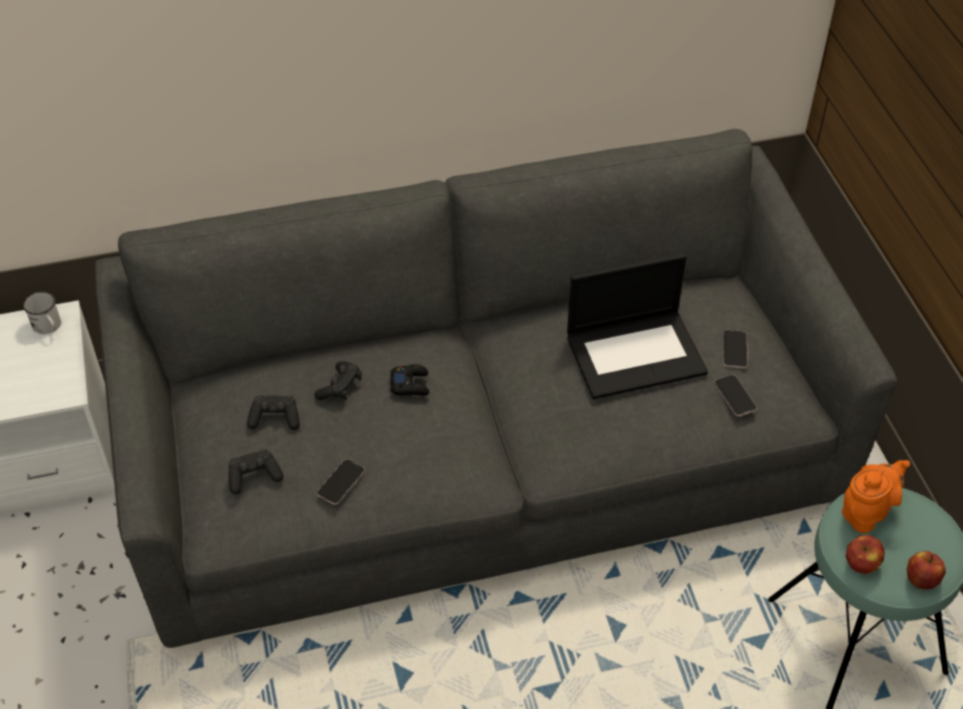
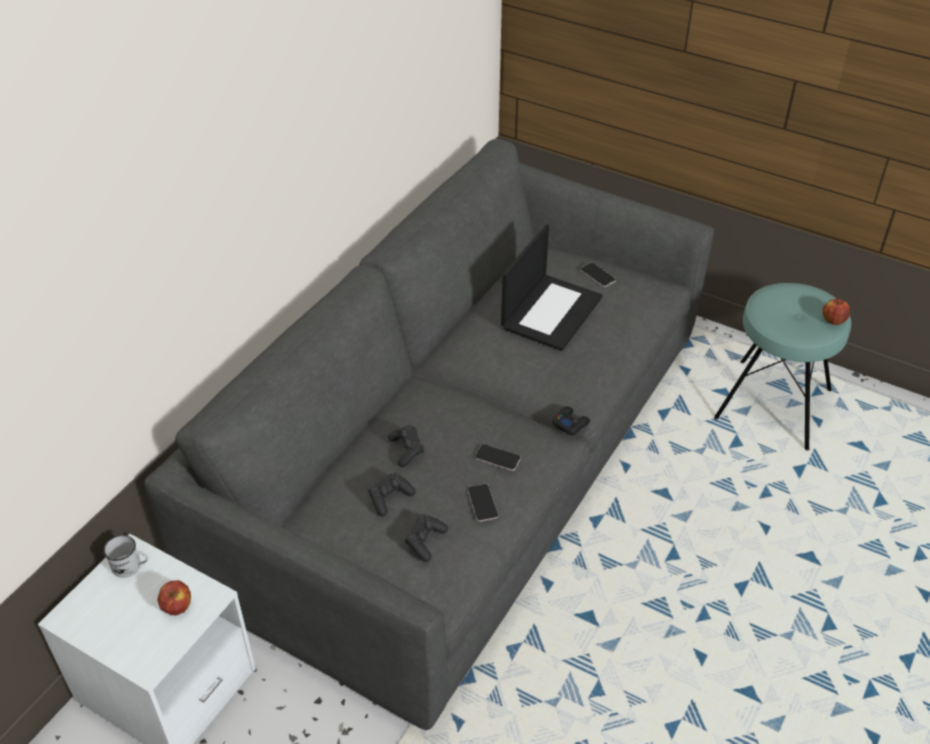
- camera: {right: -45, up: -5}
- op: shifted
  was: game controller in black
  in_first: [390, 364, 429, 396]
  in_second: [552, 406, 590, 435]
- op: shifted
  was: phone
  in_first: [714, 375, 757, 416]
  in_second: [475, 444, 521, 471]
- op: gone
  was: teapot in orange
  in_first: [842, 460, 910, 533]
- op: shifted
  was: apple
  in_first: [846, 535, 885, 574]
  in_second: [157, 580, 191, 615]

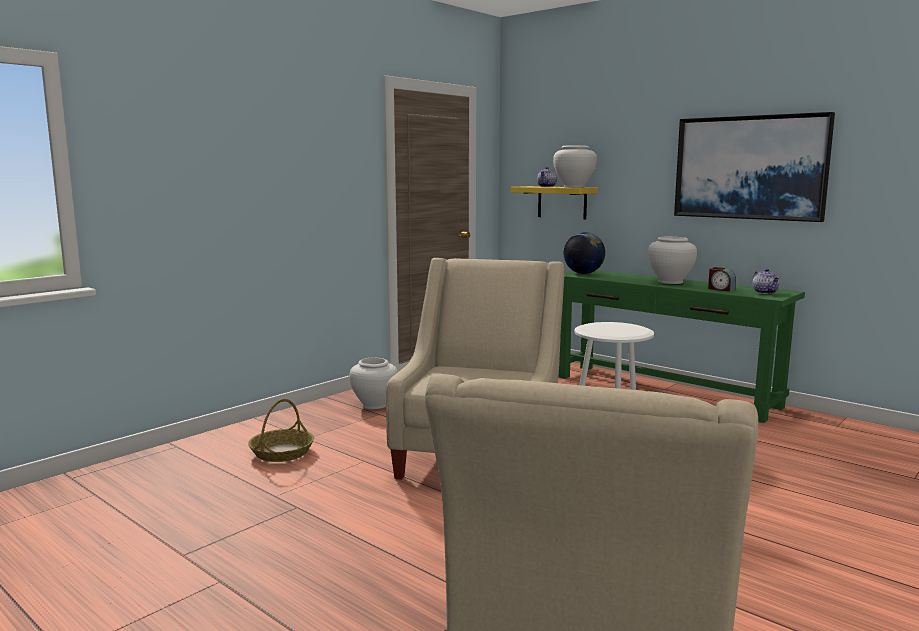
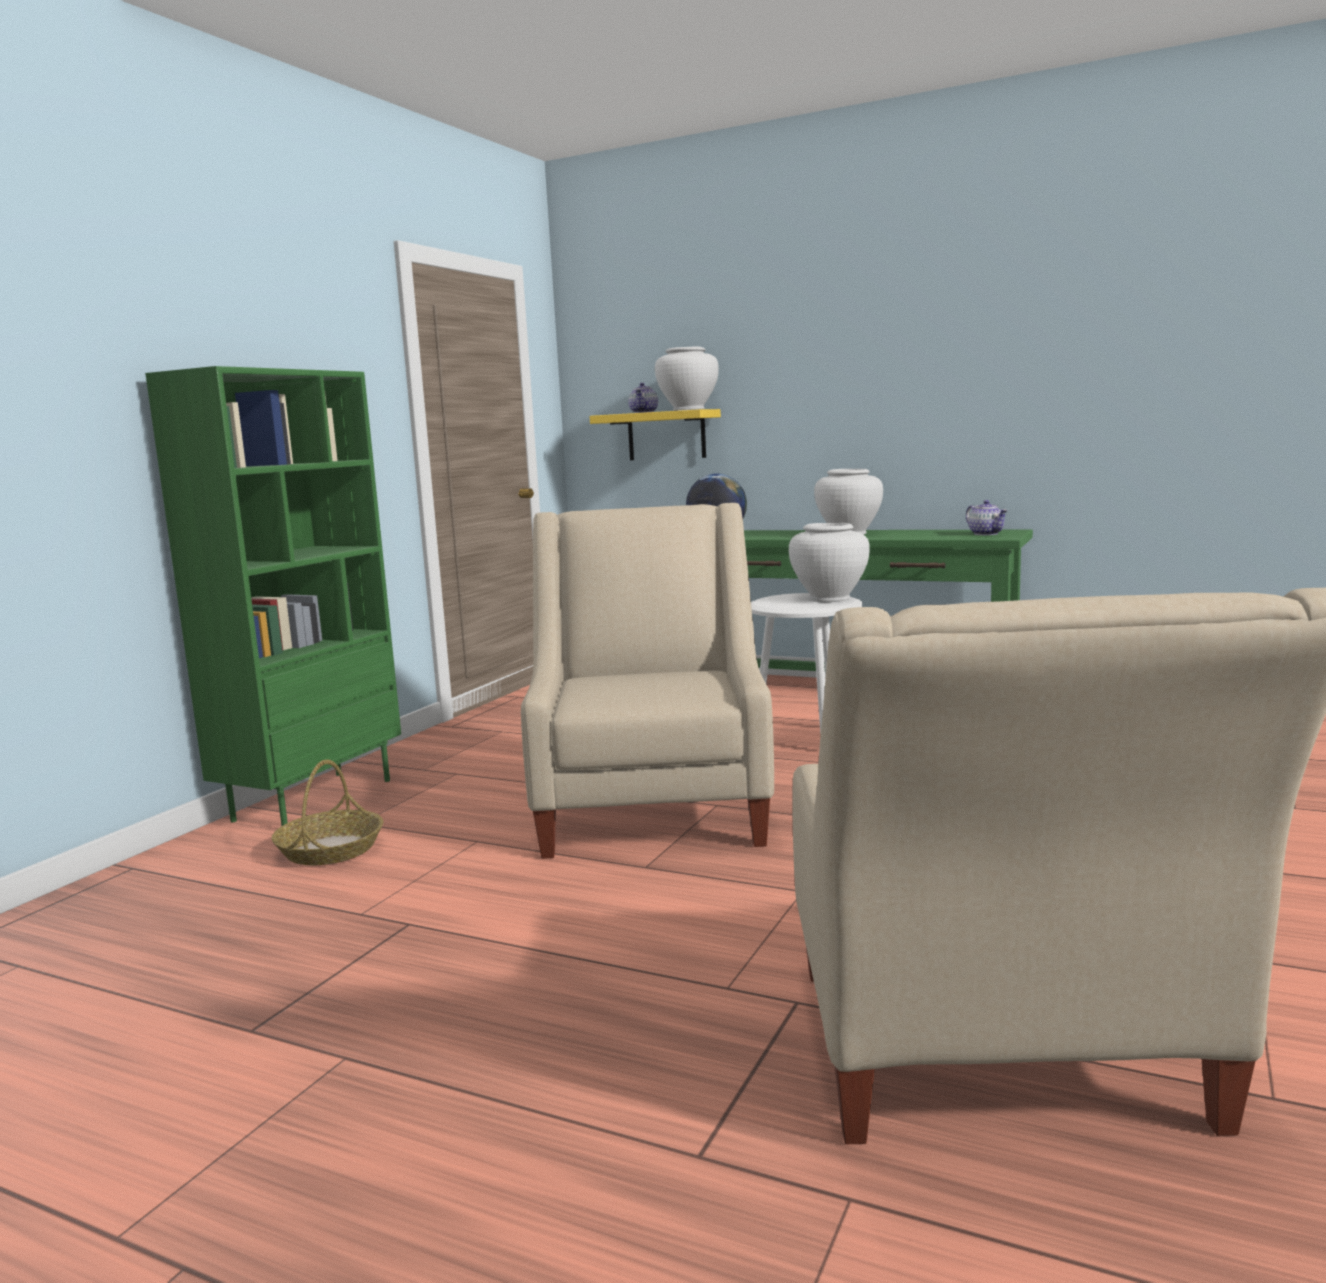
- camera: {right: -15, up: 0}
- op: shifted
  was: vase in white
  in_first: [349, 357, 398, 409]
  in_second: [789, 523, 870, 602]
- op: gone
  was: picture
  in_first: [674, 112, 835, 222]
- op: gone
  was: alarm clock
  in_first: [708, 267, 736, 292]
- op: new
  now: bookcase in green
  in_second: [145, 366, 401, 826]

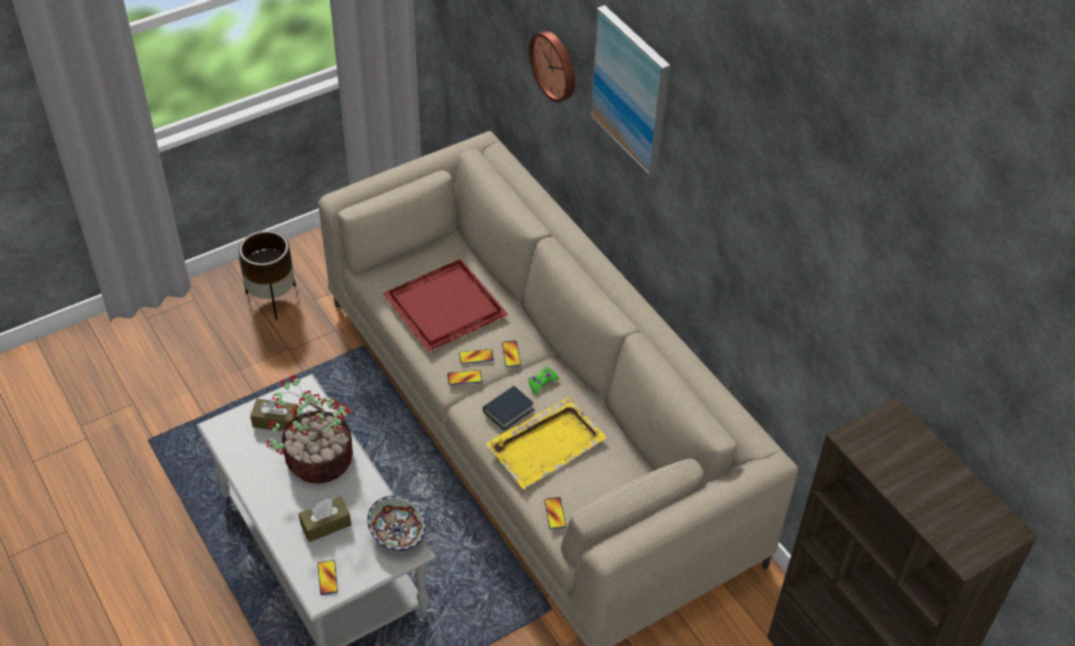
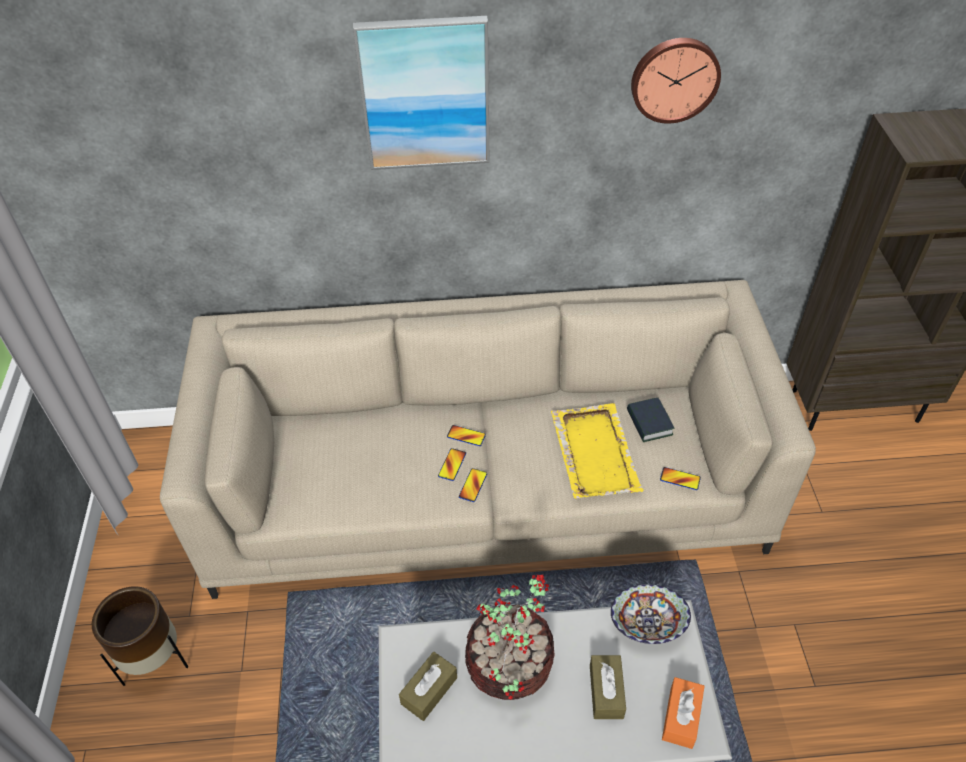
- camera: {right: -60, up: 0}
- op: swapped
  was: phone
  now: tissue box in orange
  in_first: [318, 560, 338, 595]
  in_second: [662, 677, 705, 749]
- op: gone
  was: tray in red
  in_first: [383, 259, 508, 352]
- op: shifted
  was: book
  in_first: [483, 386, 534, 430]
  in_second: [627, 398, 675, 442]
- op: gone
  was: game controller in green
  in_first: [528, 367, 559, 395]
- op: shifted
  was: wall clock
  in_first: [529, 31, 575, 103]
  in_second: [631, 38, 721, 124]

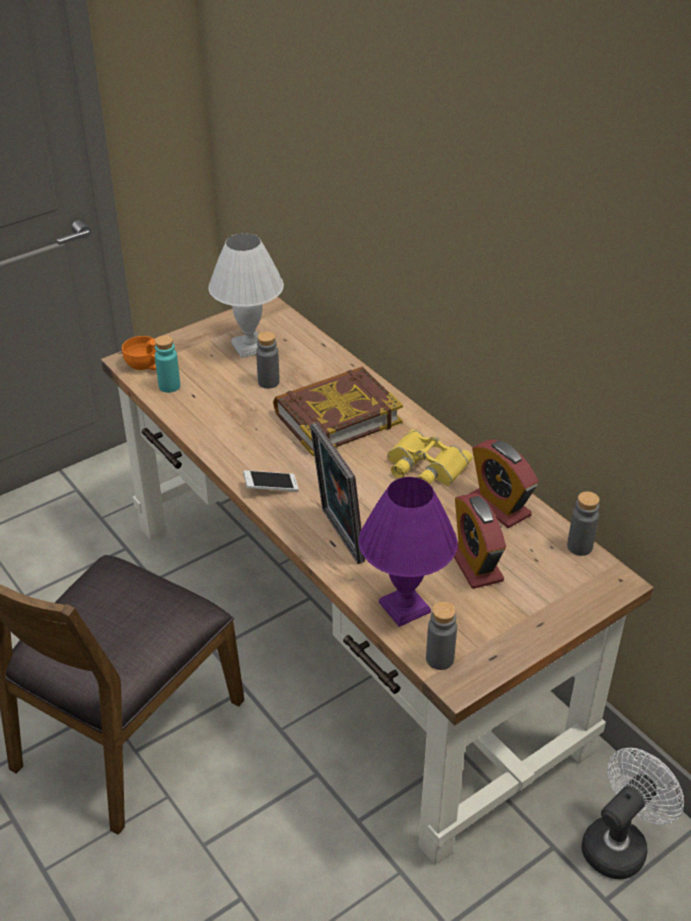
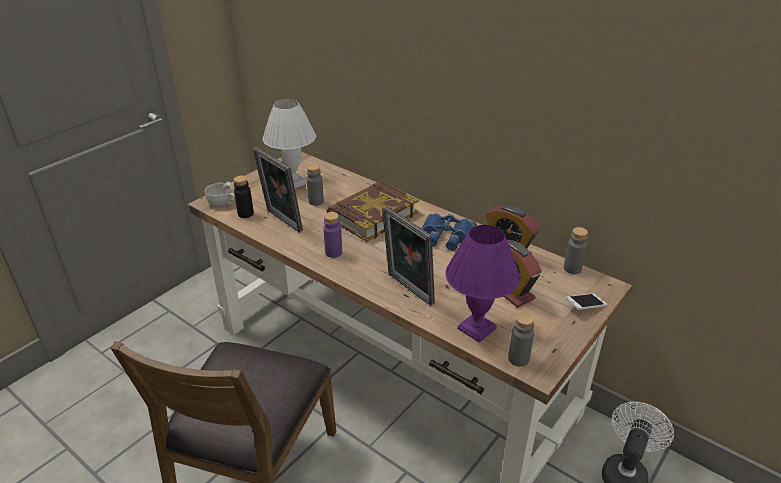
- camera: {right: -15, up: -5}
- op: repainted
  was: cup in orange
  now: cup in white
  in_first: [122, 336, 156, 370]
  in_second: [205, 182, 236, 207]
- op: repainted
  was: bottle in turquoise
  now: bottle in black
  in_first: [155, 335, 180, 393]
  in_second: [234, 176, 254, 218]
- op: shifted
  was: phone
  in_first: [243, 470, 299, 491]
  in_second: [565, 294, 607, 310]
- op: repainted
  was: binoculars in yellow
  now: binoculars in blue
  in_first: [387, 429, 473, 486]
  in_second: [422, 213, 477, 250]
- op: new
  now: picture frame
  in_second: [253, 147, 303, 233]
- op: new
  now: bottle in purple
  in_second: [323, 212, 342, 258]

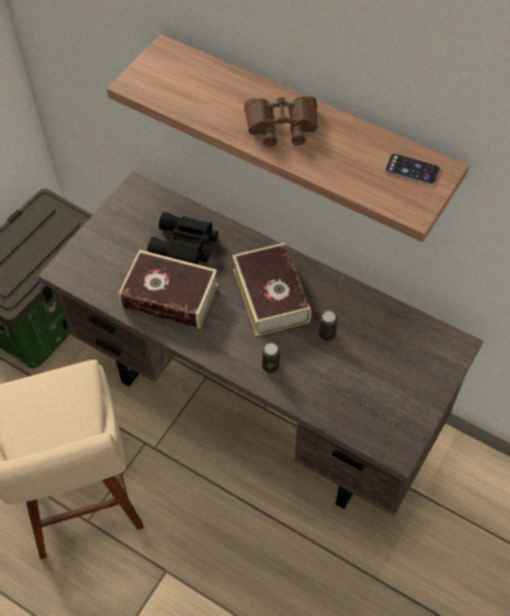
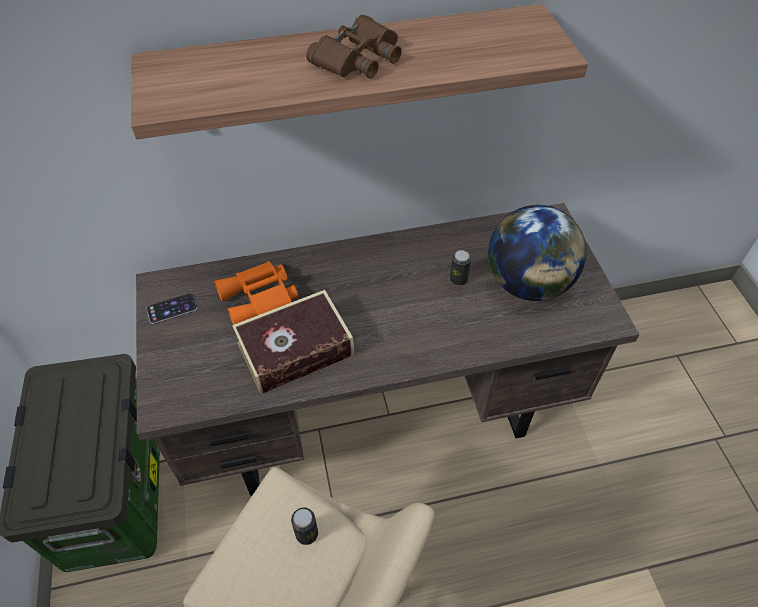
- camera: {right: -45, up: -5}
- op: repainted
  was: binoculars in black
  now: binoculars in orange
  in_first: [147, 212, 218, 265]
  in_second: [214, 261, 299, 325]
- op: gone
  was: book
  in_first: [232, 242, 312, 336]
- op: shifted
  was: can
  in_first: [262, 343, 280, 373]
  in_second: [291, 508, 318, 545]
- op: shifted
  was: phone
  in_first: [385, 154, 440, 185]
  in_second: [146, 293, 197, 324]
- op: new
  now: globe
  in_second: [488, 205, 586, 301]

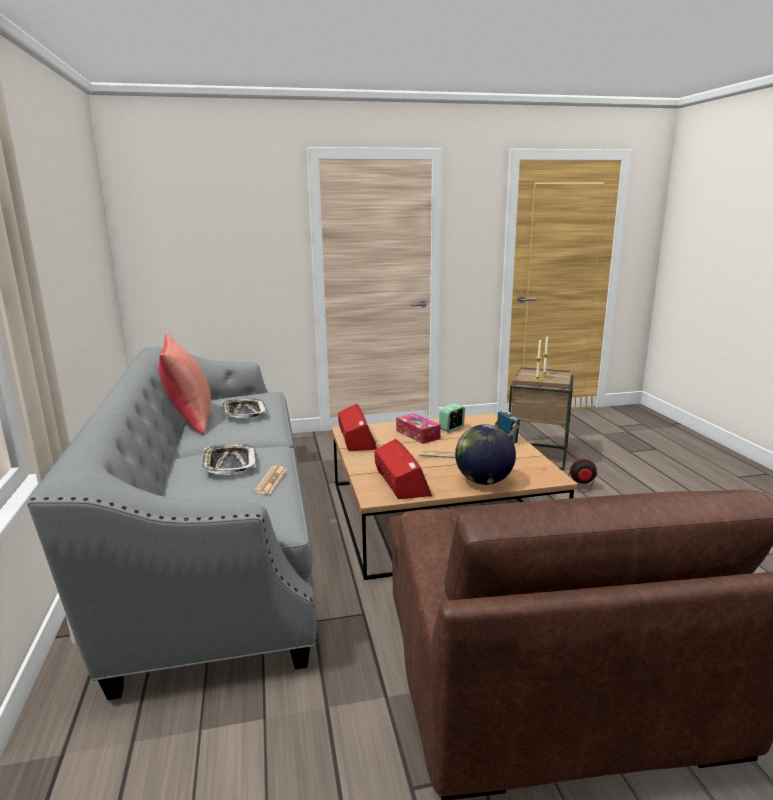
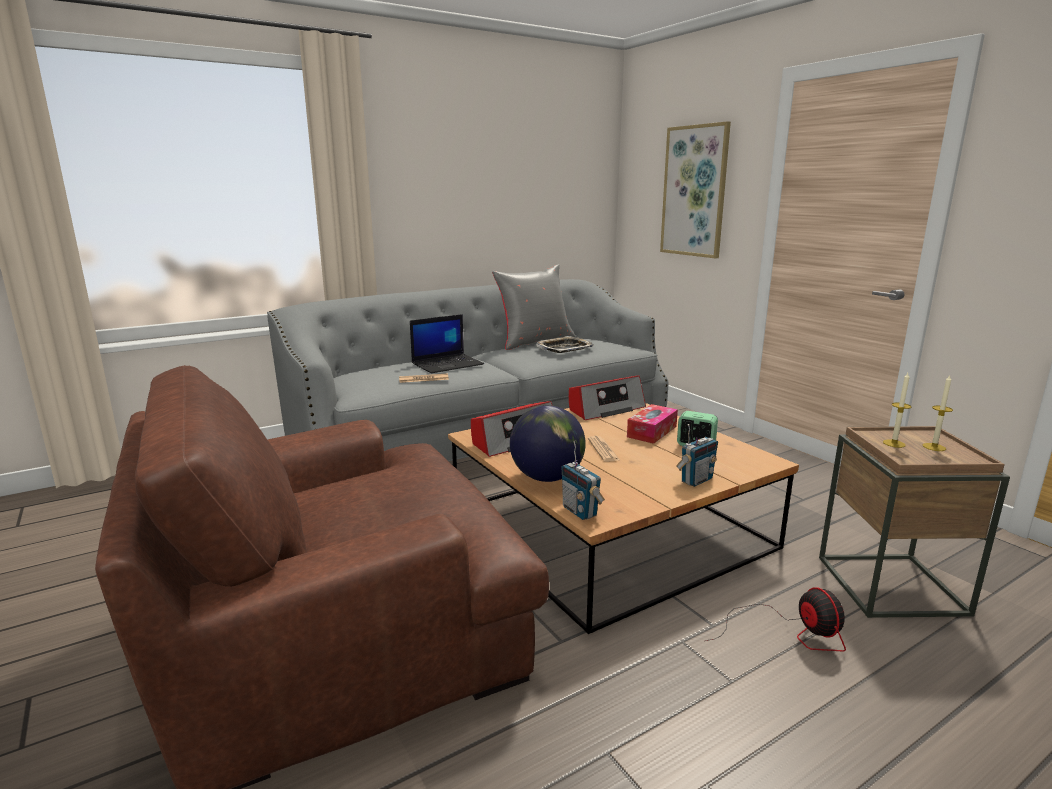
- camera: {right: 70, up: 0}
- op: repainted
  was: pillow in red
  now: pillow in grey
  in_first: [158, 333, 211, 435]
  in_second: [492, 264, 576, 350]
- op: swapped
  was: tray
  now: laptop
  in_first: [202, 444, 257, 475]
  in_second: [410, 314, 484, 373]
- op: new
  now: radio
  in_second: [561, 441, 605, 520]
- op: new
  now: picture
  in_second: [660, 121, 731, 258]

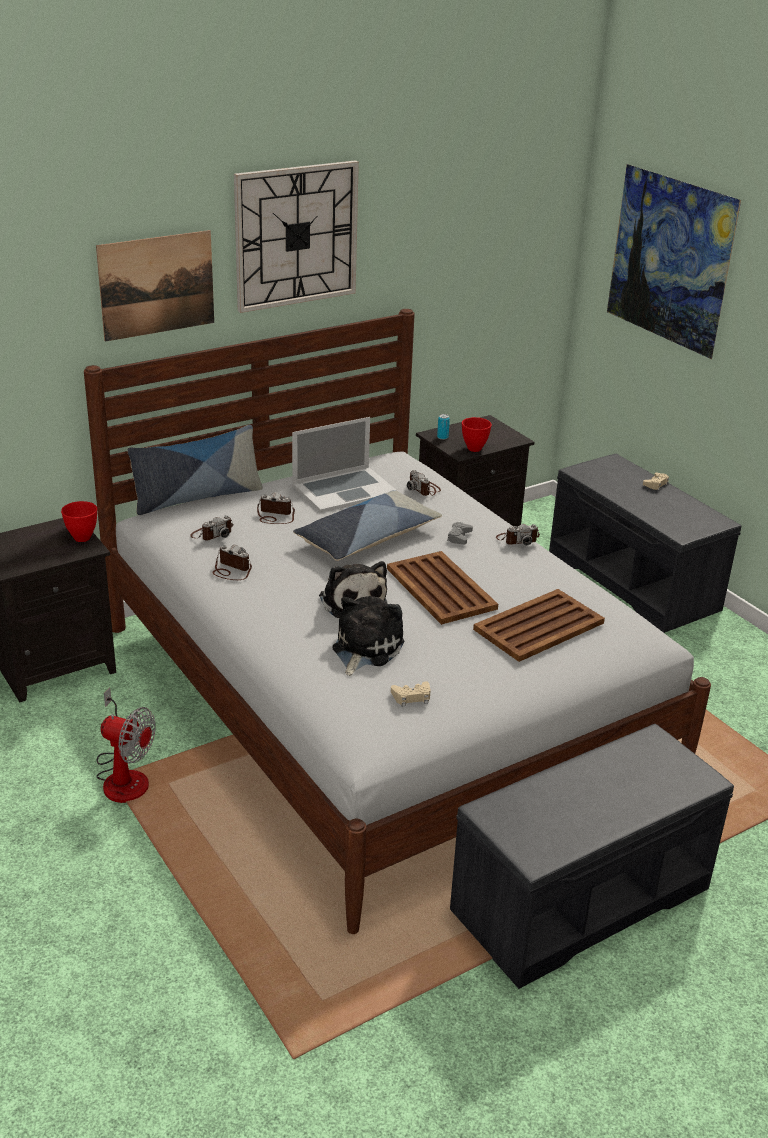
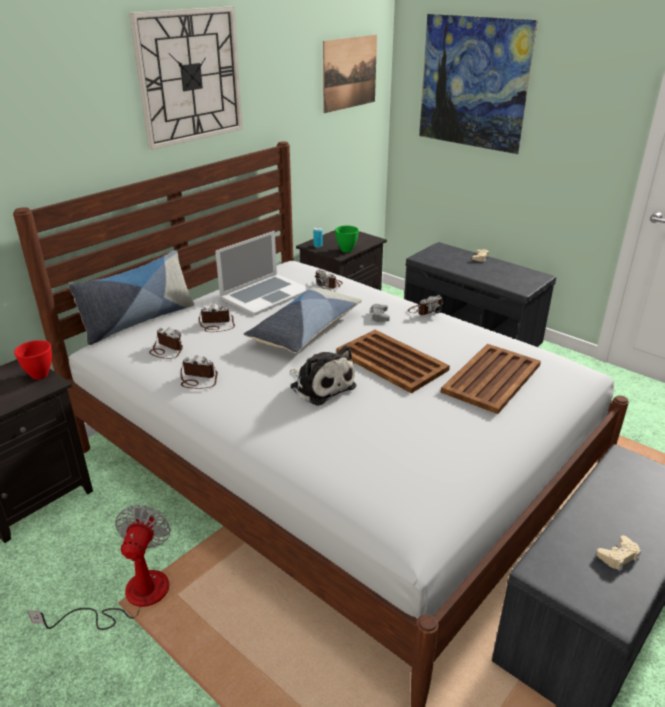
- camera: {right: -15, up: 0}
- op: shifted
  was: picture
  in_first: [96, 230, 214, 342]
  in_second: [323, 35, 377, 113]
- op: rotated
  was: fan
  in_first: [96, 688, 156, 803]
  in_second: [28, 505, 171, 630]
  clockwise: -90
- op: rotated
  was: photo camera
  in_first: [190, 515, 233, 541]
  in_second: [149, 327, 183, 359]
  clockwise: -90
- op: gone
  was: plush toy
  in_first: [332, 596, 404, 676]
- op: shifted
  was: game controller in beige
  in_first: [391, 681, 431, 706]
  in_second: [596, 535, 641, 571]
- op: repainted
  was: bowl in red
  now: bowl in green
  in_first: [462, 417, 492, 452]
  in_second: [335, 226, 359, 253]

